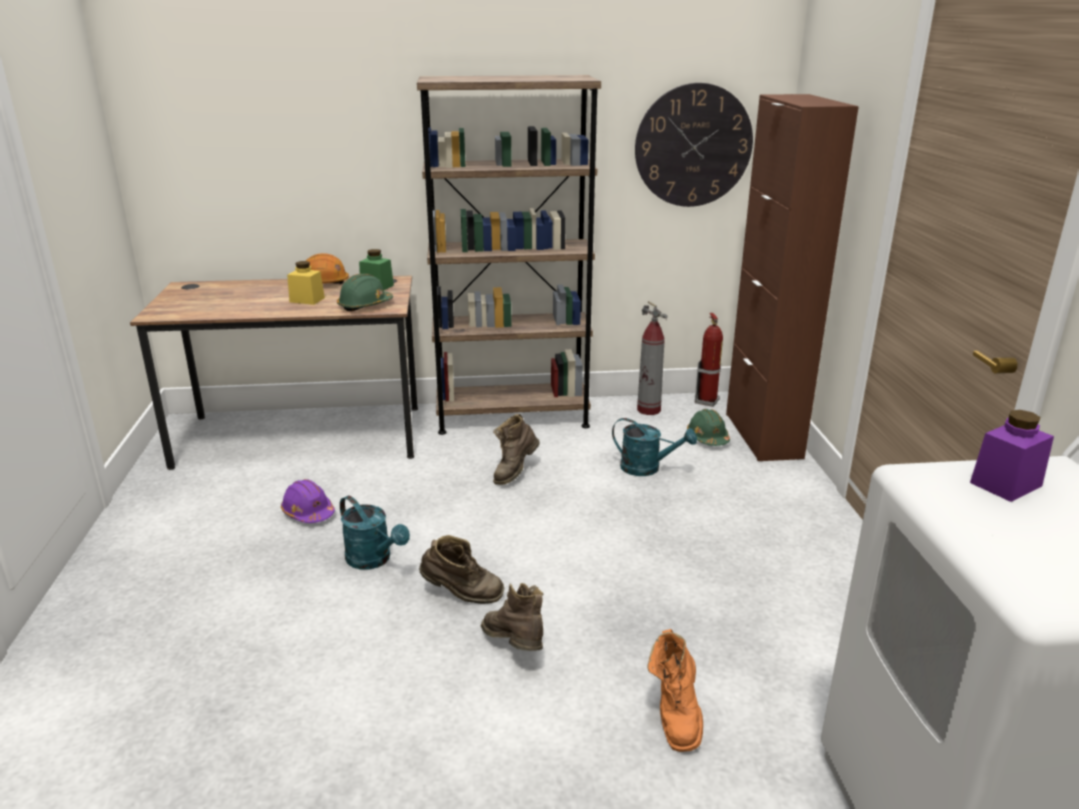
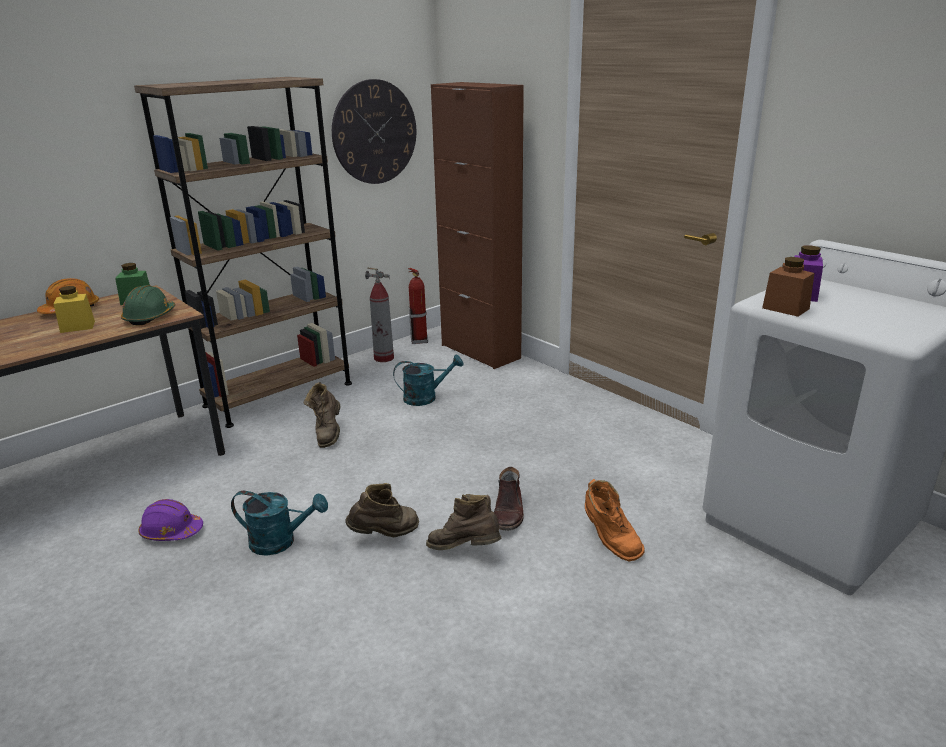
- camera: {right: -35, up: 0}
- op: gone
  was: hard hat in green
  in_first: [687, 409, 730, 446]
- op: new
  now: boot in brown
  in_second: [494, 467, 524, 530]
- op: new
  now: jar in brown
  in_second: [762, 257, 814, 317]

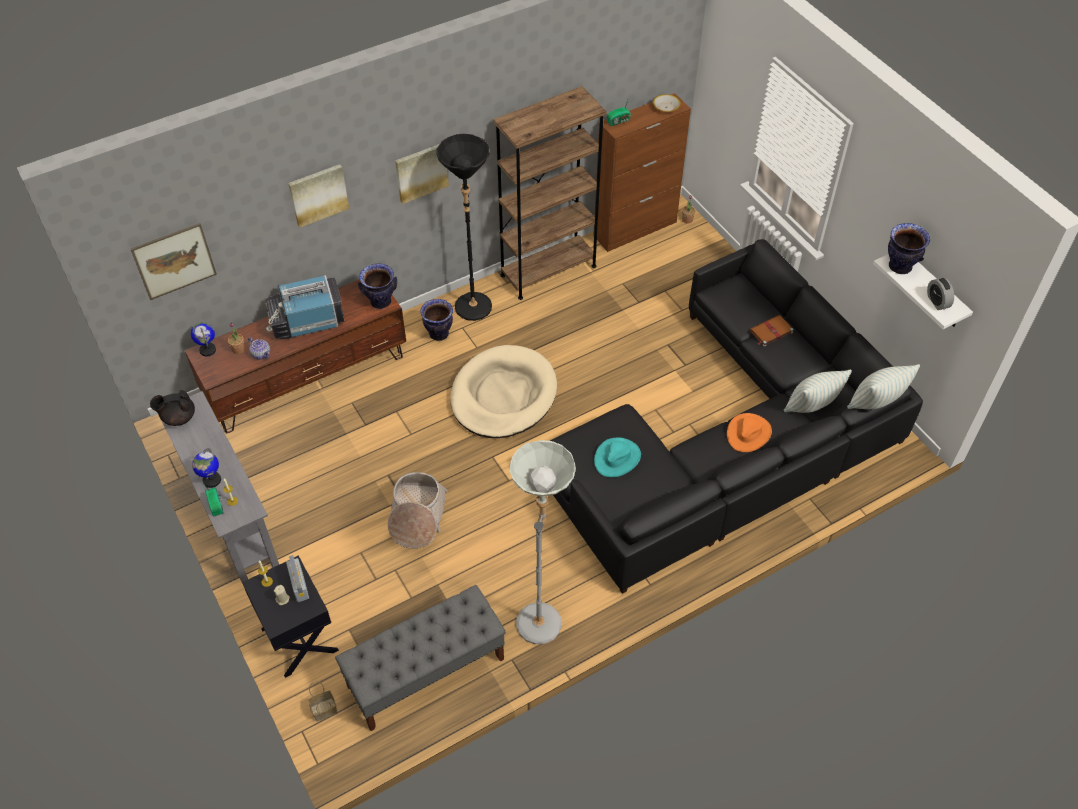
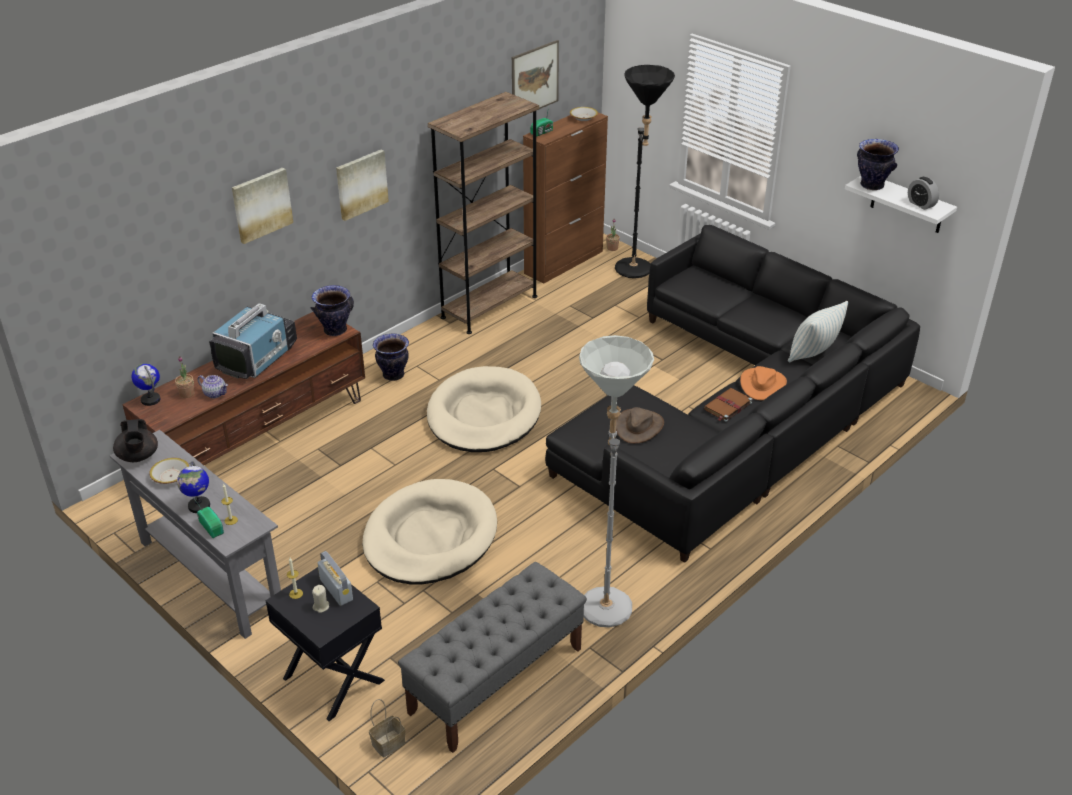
- camera: {right: -15, up: -15}
- op: shifted
  was: picture
  in_first: [131, 223, 217, 300]
  in_second: [512, 40, 559, 118]
- op: rotated
  was: teapot in black
  in_first: [150, 390, 195, 426]
  in_second: [113, 419, 158, 462]
  clockwise: -75
- op: rotated
  was: television
  in_first: [265, 275, 344, 339]
  in_second: [209, 303, 297, 379]
  clockwise: 150
- op: swapped
  was: basket
  now: dog bed in beige
  in_first: [388, 472, 448, 549]
  in_second: [362, 479, 497, 585]
- op: shifted
  was: floor lamp in black
  in_first: [436, 134, 492, 321]
  in_second: [615, 65, 675, 278]
- op: repainted
  was: hat in turquoise
  now: hat in brown
  in_first: [594, 437, 641, 477]
  in_second: [616, 407, 664, 444]
- op: shifted
  was: book in brown
  in_first: [750, 315, 794, 347]
  in_second: [704, 388, 753, 422]
- op: gone
  was: pillow
  in_first: [847, 364, 920, 410]
- op: new
  now: bowl
  in_second: [149, 458, 189, 484]

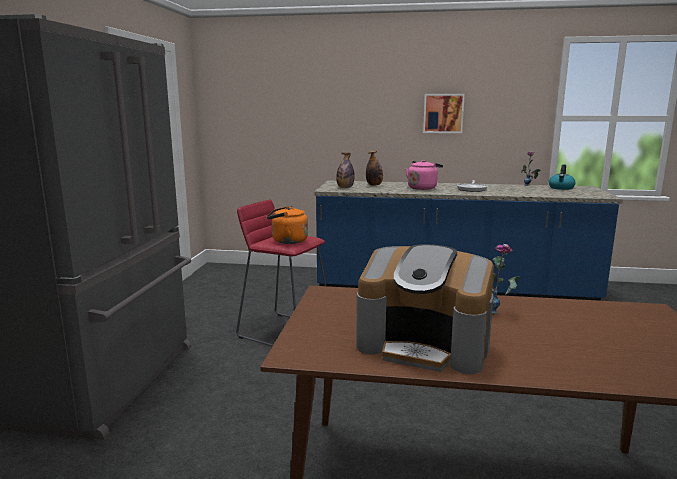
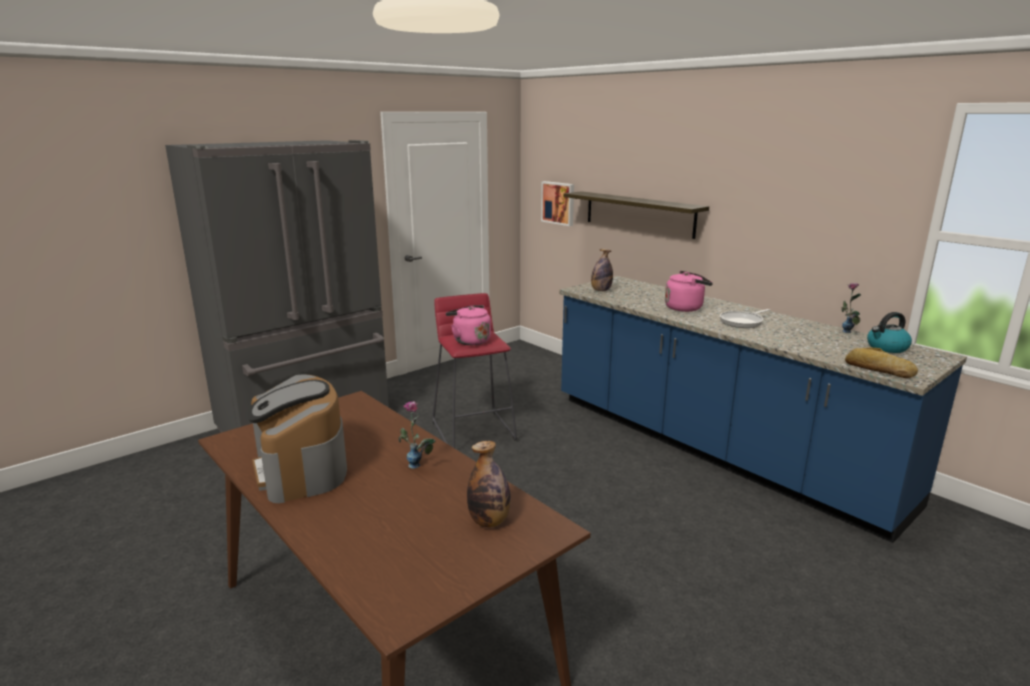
- camera: {right: 40, up: 5}
- op: repainted
  was: kettle in orange
  now: kettle in pink
  in_first: [267, 206, 308, 244]
  in_second: [446, 305, 491, 345]
- op: shifted
  was: bottle
  in_first: [366, 151, 383, 186]
  in_second: [467, 441, 511, 527]
- op: shifted
  was: picture
  in_first: [423, 94, 465, 133]
  in_second: [541, 181, 574, 226]
- op: new
  now: shelf
  in_second: [564, 191, 709, 239]
- op: new
  now: bread
  in_second: [845, 347, 918, 378]

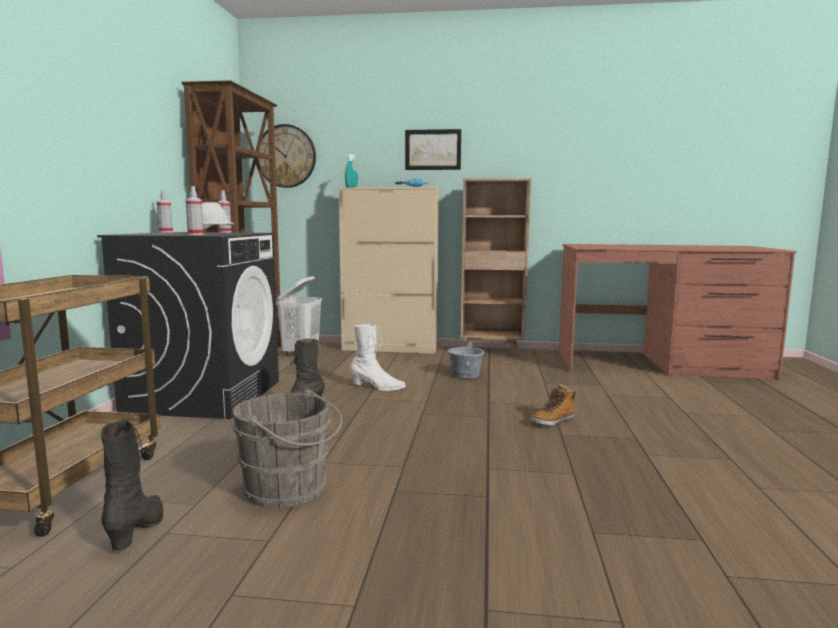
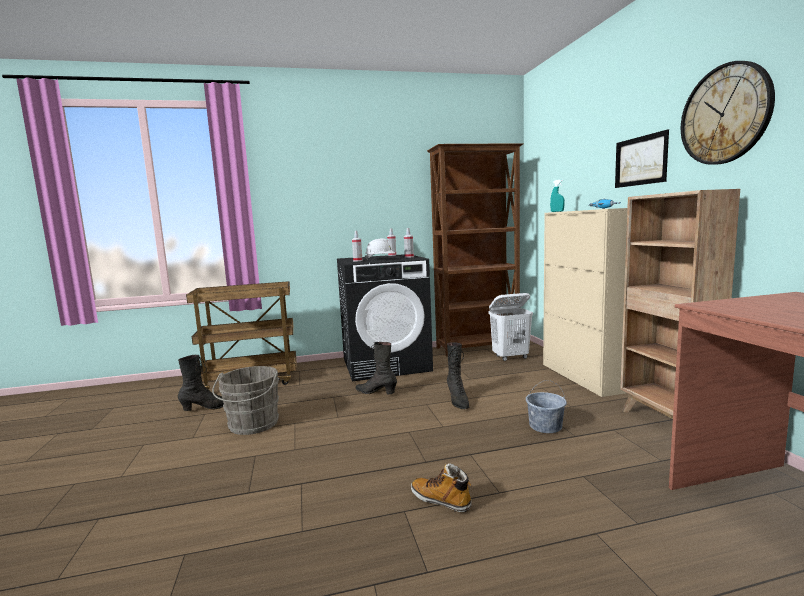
- camera: {right: 70, up: 0}
- op: shifted
  was: wall clock
  in_first: [258, 124, 316, 188]
  in_second: [681, 61, 775, 165]
- op: repainted
  was: boot in white
  now: boot in black
  in_first: [350, 324, 406, 391]
  in_second: [447, 342, 469, 410]

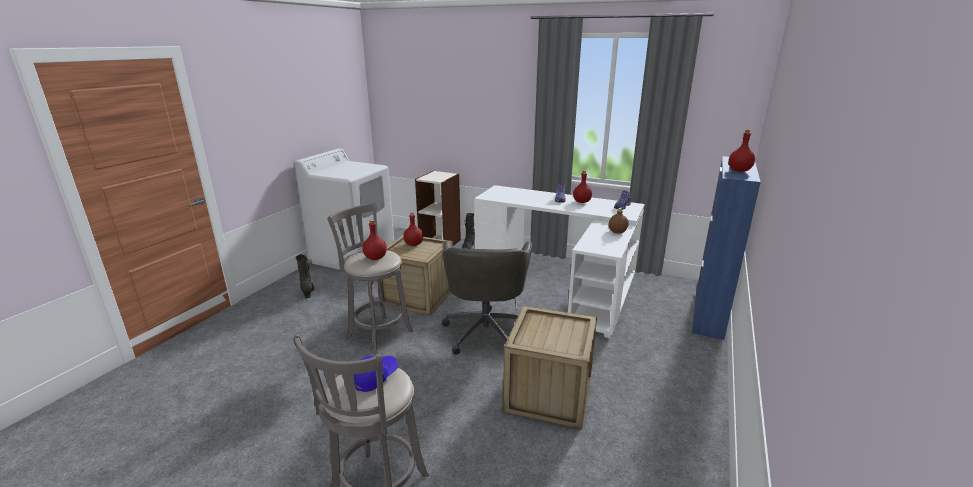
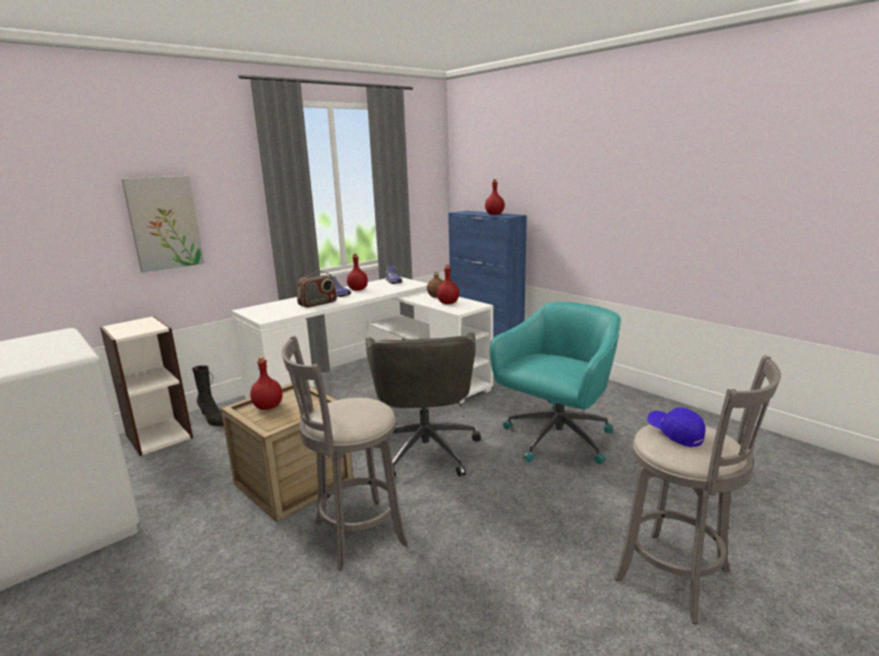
- camera: {right: -65, up: -5}
- op: gone
  was: boot in black
  in_first: [296, 254, 315, 298]
- op: shifted
  was: bottle in red
  in_first: [363, 220, 387, 260]
  in_second: [437, 265, 459, 304]
- op: rotated
  was: office chair in grey
  in_first: [442, 240, 532, 355]
  in_second: [365, 332, 481, 477]
  clockwise: 60
- op: swapped
  was: crate
  now: office chair in turquoise
  in_first: [503, 306, 597, 429]
  in_second: [490, 302, 621, 464]
- op: new
  now: picture
  in_second: [122, 176, 204, 273]
- op: new
  now: radio
  in_second: [297, 271, 337, 308]

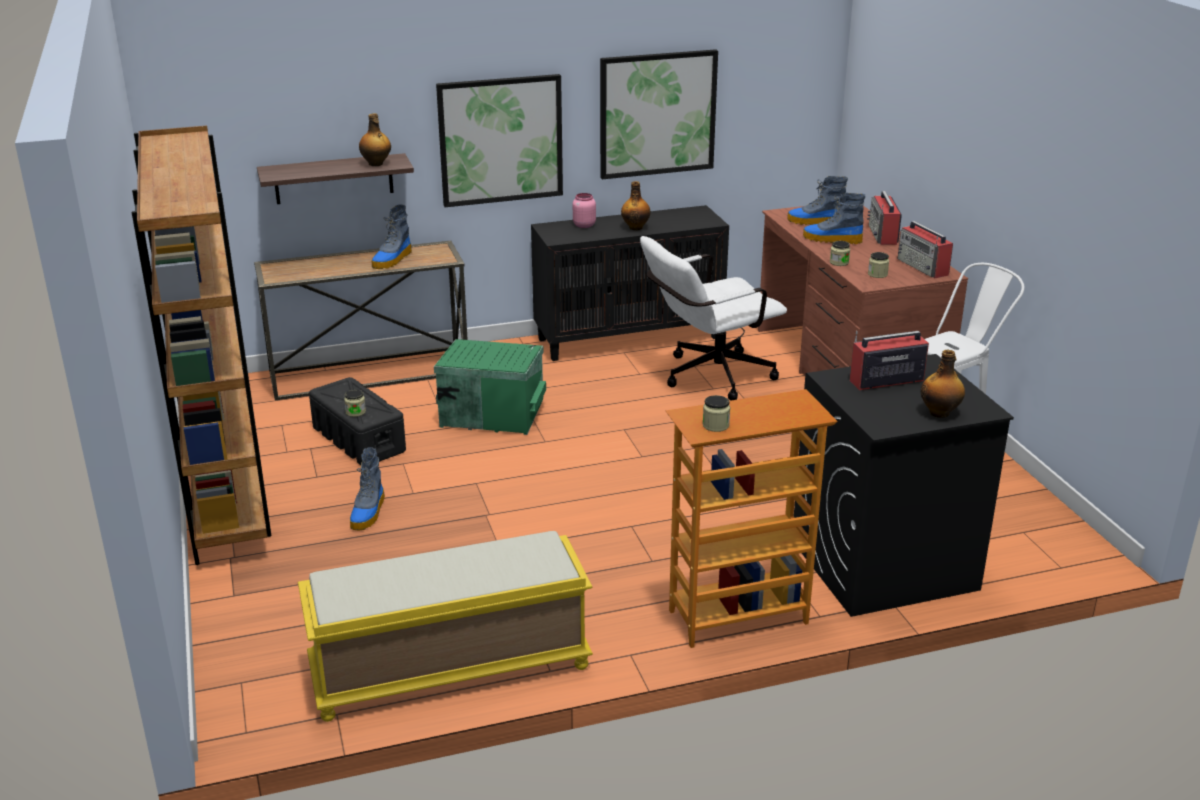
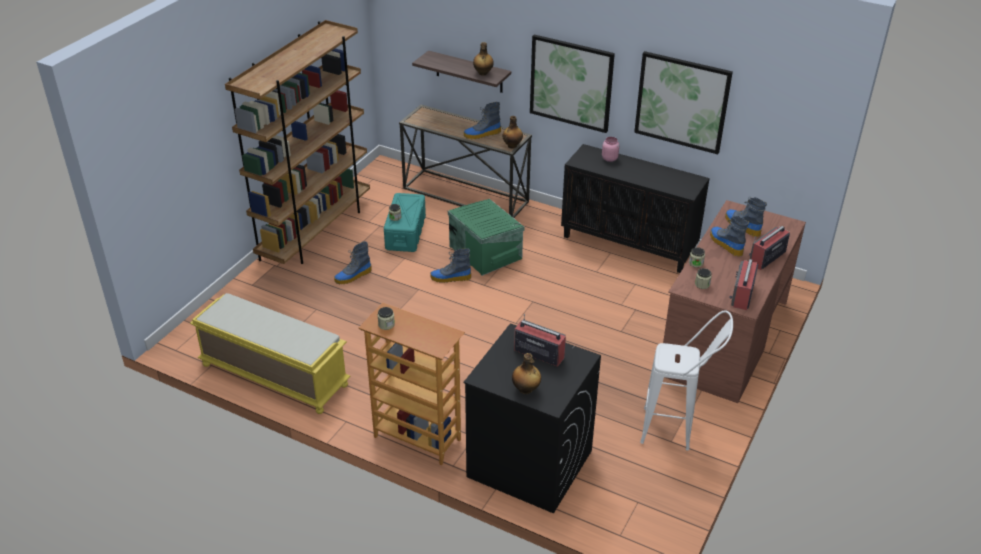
- camera: {right: 45, up: 10}
- op: repainted
  was: storage box in black
  now: storage box in turquoise
  in_first: [309, 377, 406, 465]
  in_second: [384, 193, 426, 252]
- op: shifted
  was: bottle
  in_first: [621, 181, 650, 231]
  in_second: [502, 116, 523, 149]
- op: gone
  was: office chair in white
  in_first: [640, 236, 787, 401]
- op: new
  now: boot
  in_second: [430, 248, 471, 283]

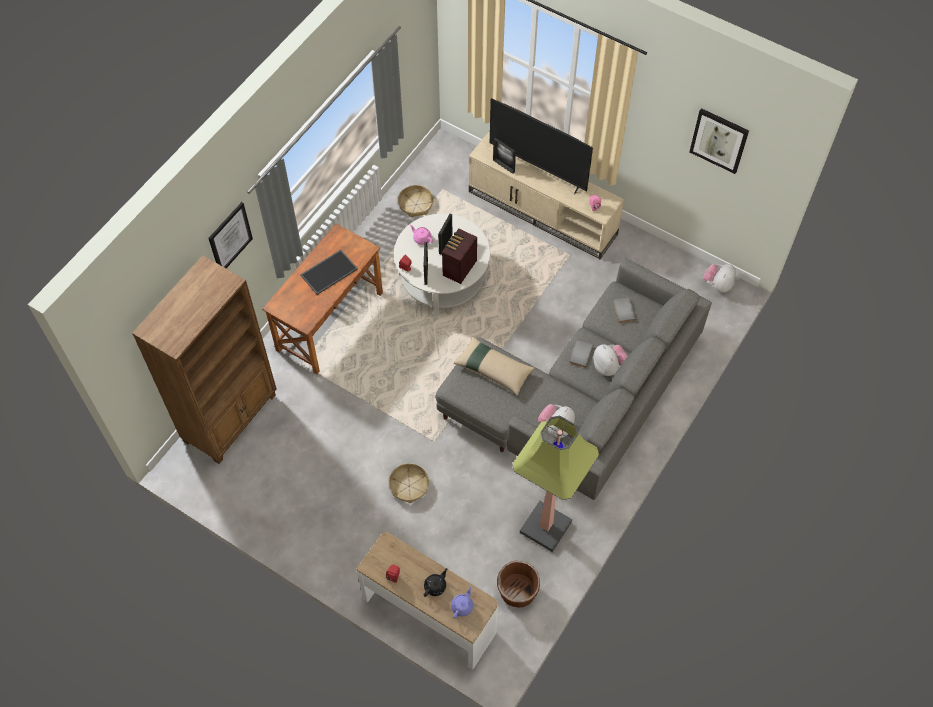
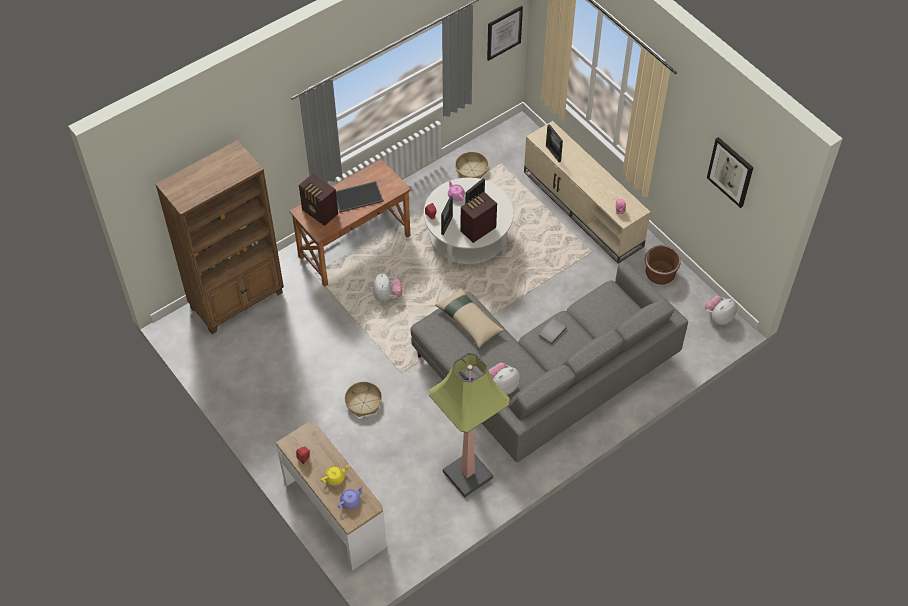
- camera: {right: 20, up: -5}
- op: shifted
  was: picture
  in_first: [208, 202, 253, 268]
  in_second: [487, 6, 523, 61]
- op: repainted
  was: teapot in black
  now: teapot in yellow
  in_first: [424, 568, 448, 597]
  in_second: [321, 465, 349, 486]
- op: gone
  was: television
  in_first: [490, 98, 593, 194]
- op: shifted
  was: planter in brown
  in_first: [497, 561, 540, 608]
  in_second: [645, 245, 681, 285]
- op: shifted
  was: plush toy
  in_first: [593, 344, 628, 376]
  in_second: [373, 273, 402, 302]
- op: gone
  was: book in grey
  in_first: [613, 297, 636, 323]
- op: new
  now: radio
  in_second: [299, 173, 338, 226]

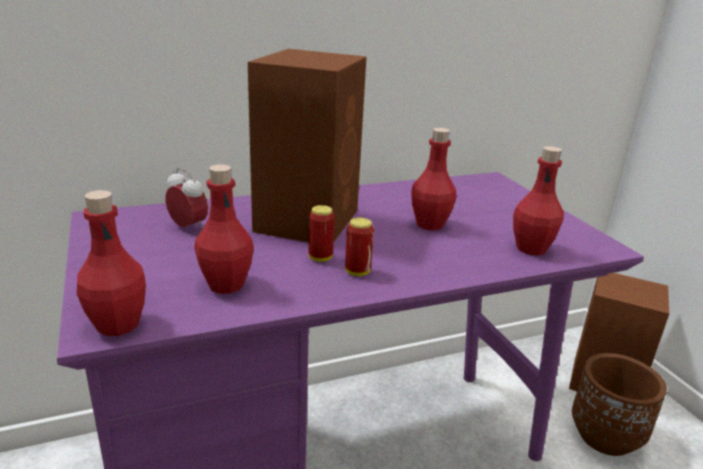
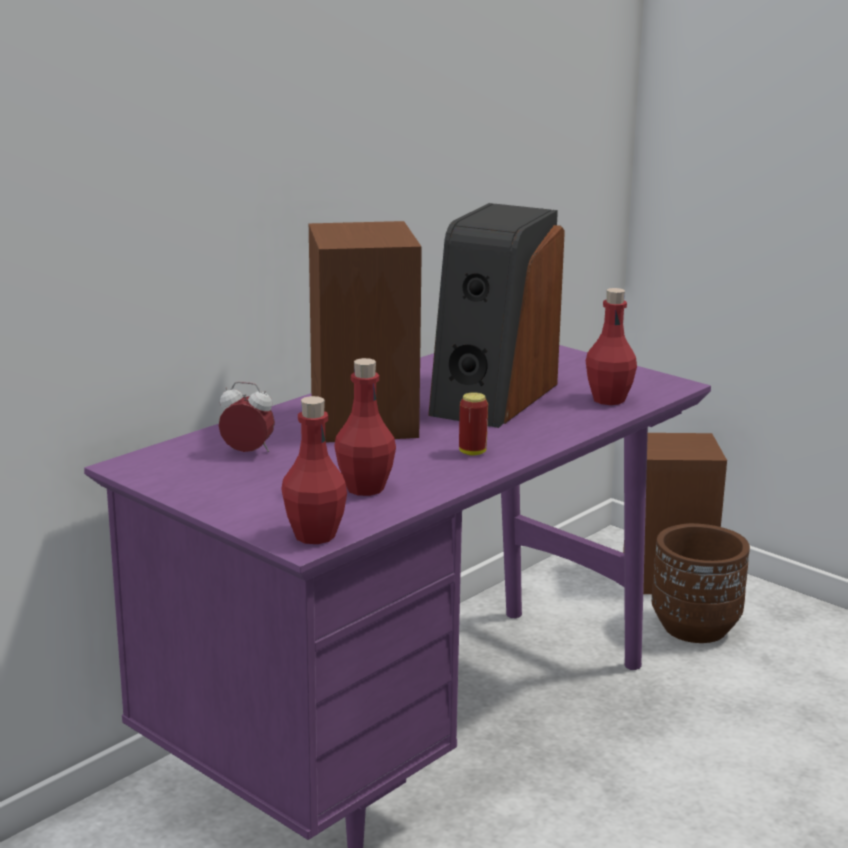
- camera: {right: -25, up: -5}
- op: gone
  was: can
  in_first: [309, 205, 335, 262]
- op: swapped
  was: bottle in red
  now: speaker
  in_first: [411, 128, 456, 231]
  in_second: [428, 203, 565, 428]

